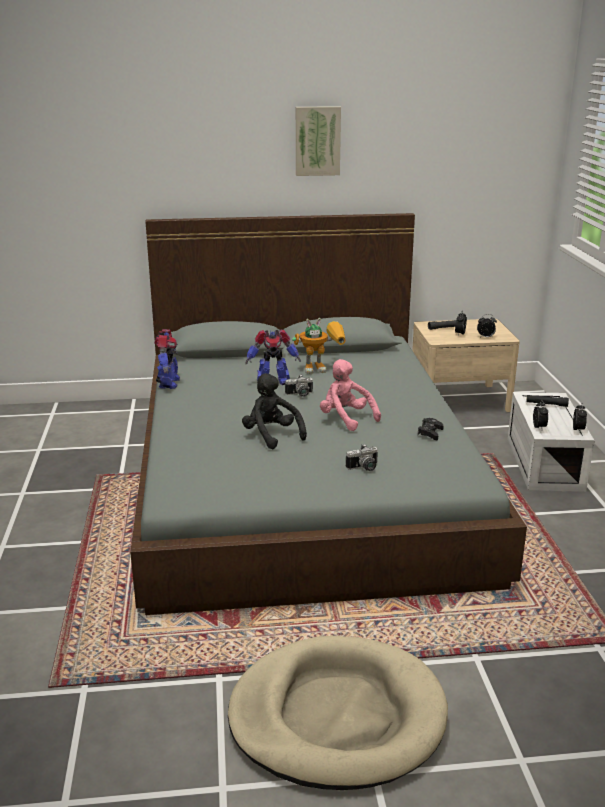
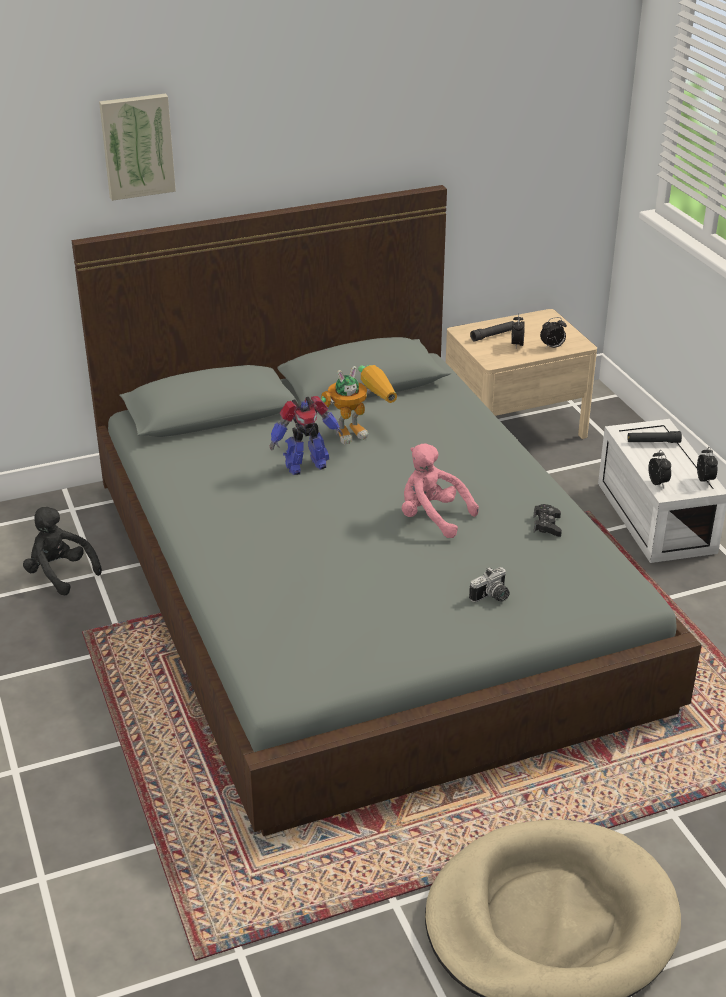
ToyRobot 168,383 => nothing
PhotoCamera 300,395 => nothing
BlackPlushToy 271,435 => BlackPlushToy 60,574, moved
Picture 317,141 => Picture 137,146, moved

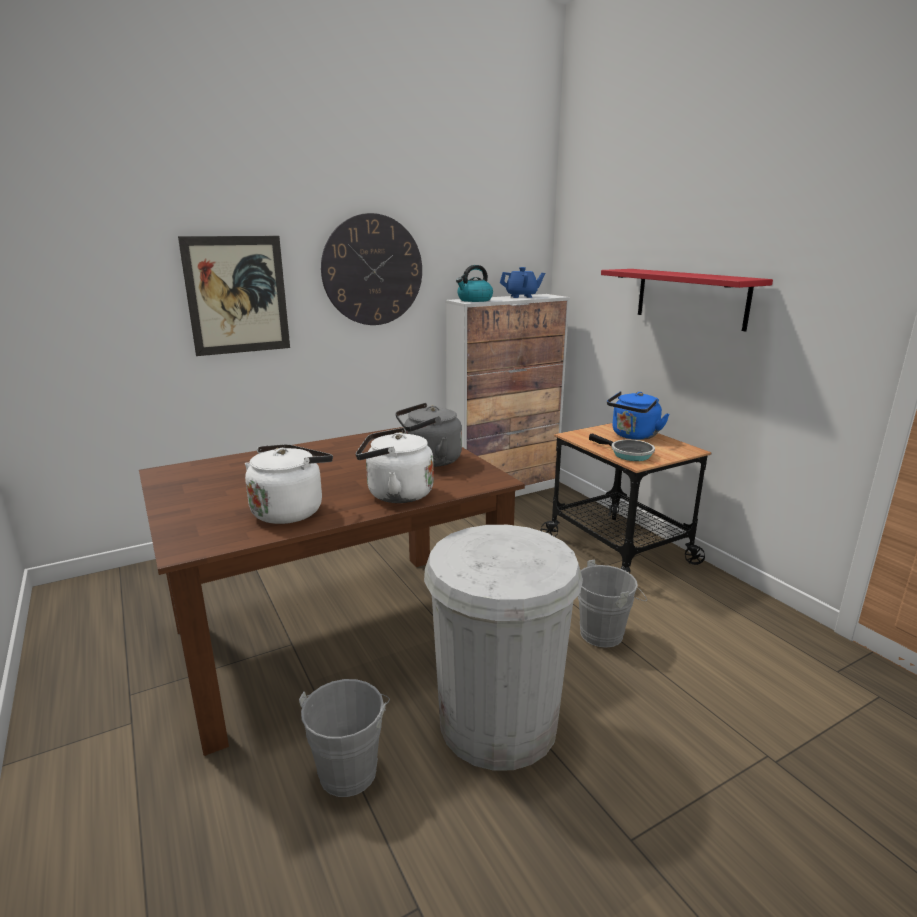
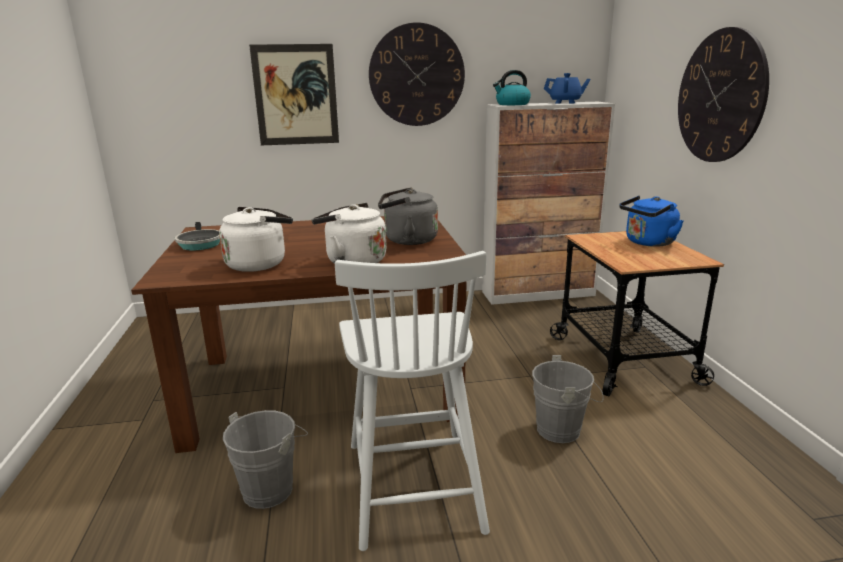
FryingPan 628,454 => FryingPan 199,243, moved
WhiteTrashCan 498,722 => WhiteChair 413,482
RedShelf 690,298 => WallClock 720,96

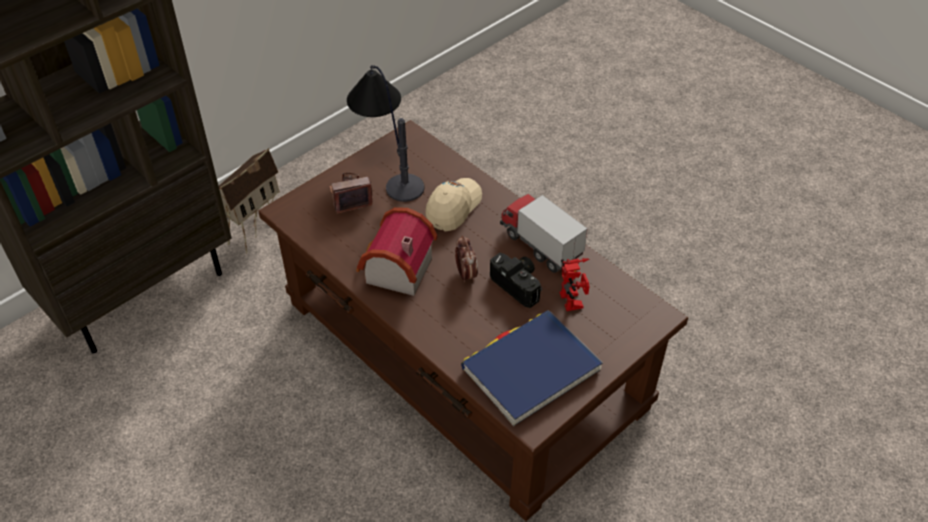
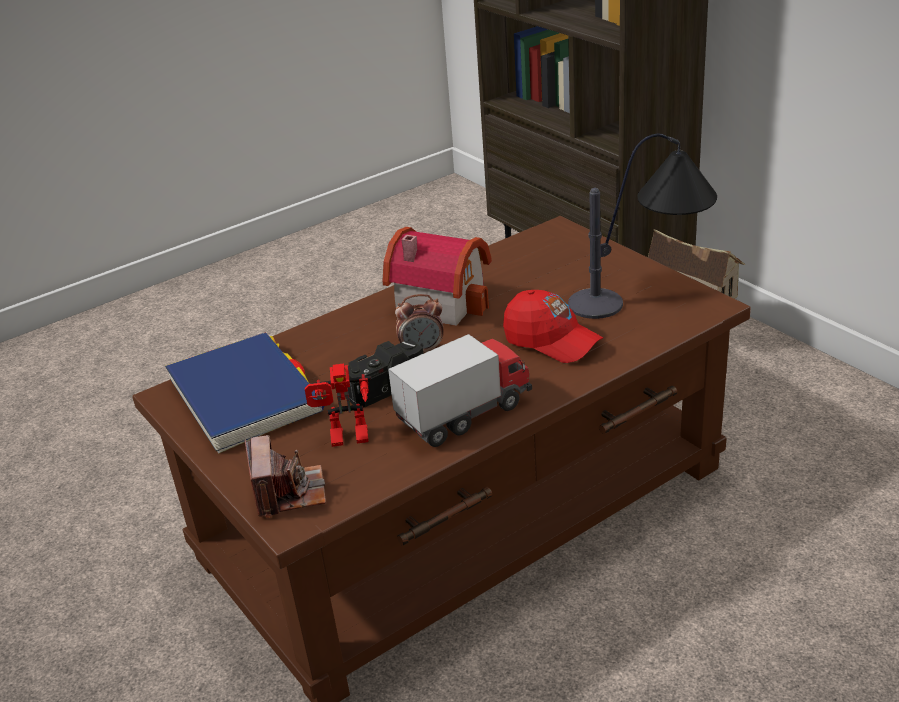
PhotoCamera 350,198 => PhotoCamera 288,492, moved
BeigeCap 453,208 => RedCap 551,341

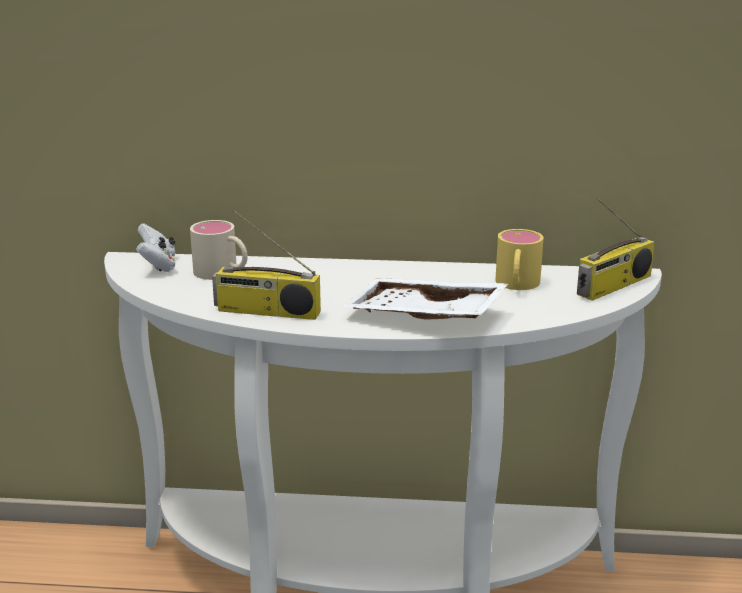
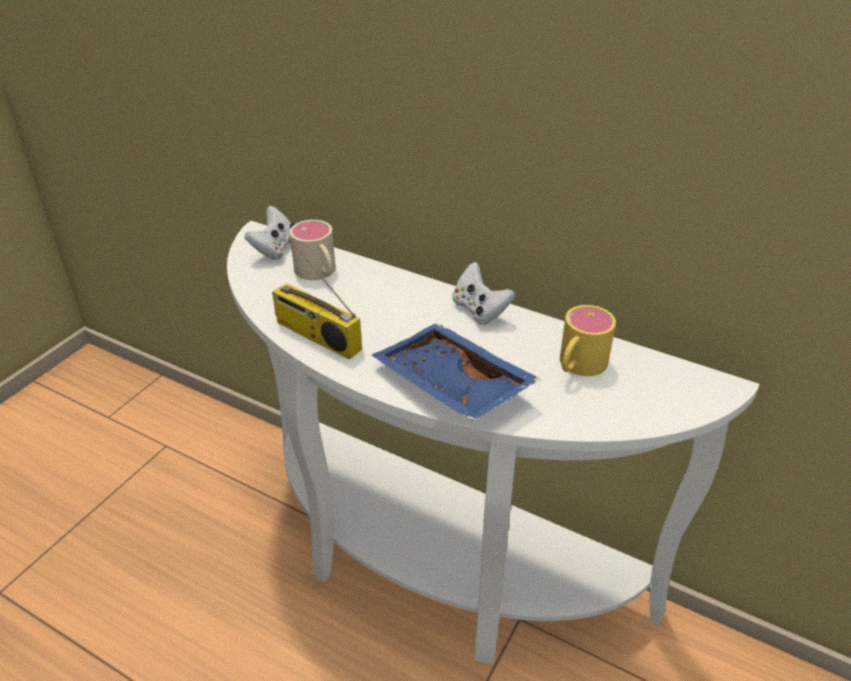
Radio 614,286 => nothing
nothing => WhiteGameController 479,310
WhiteTray 423,317 => BlueTray 449,386

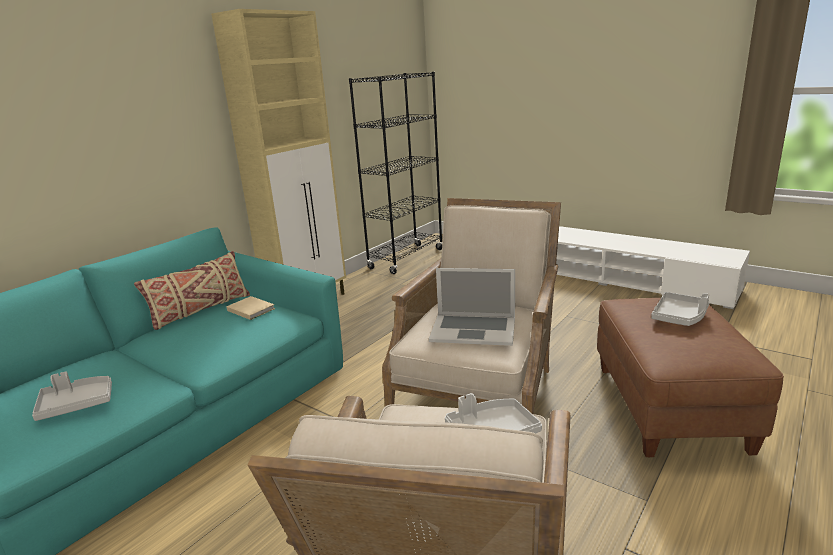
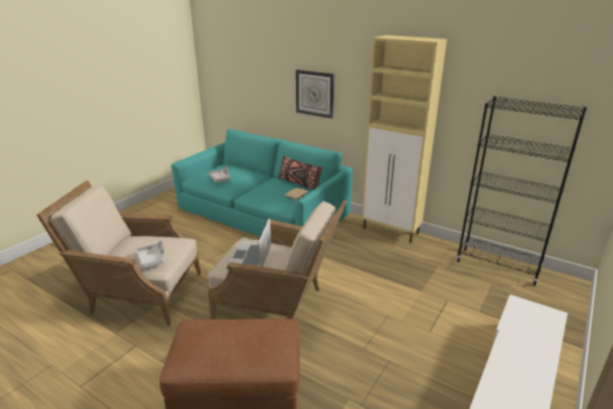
GreyTray 679,317 => nothing
nothing => WallClock 315,93
BeigePillow 200,310 => BlackPillow 299,184

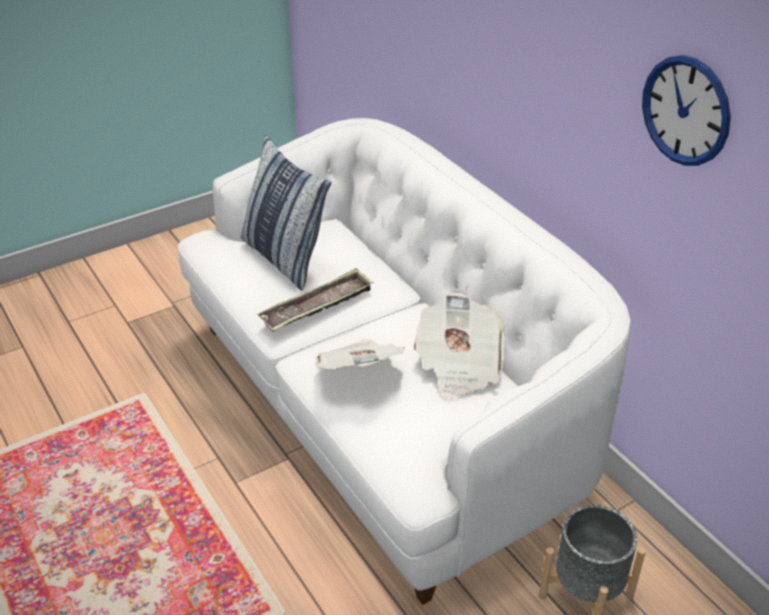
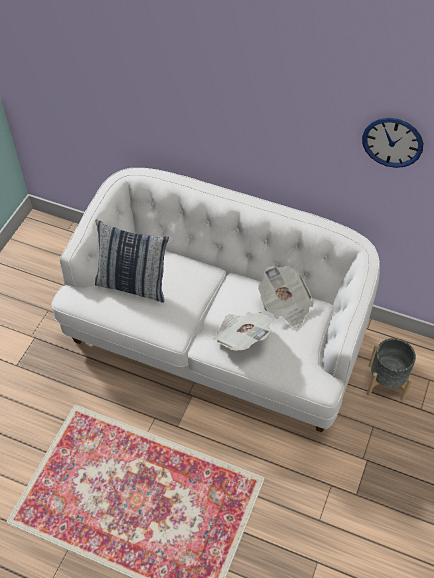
Tray 317,306 => nothing

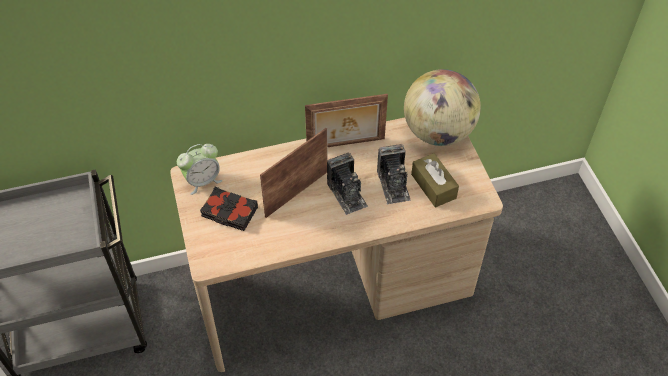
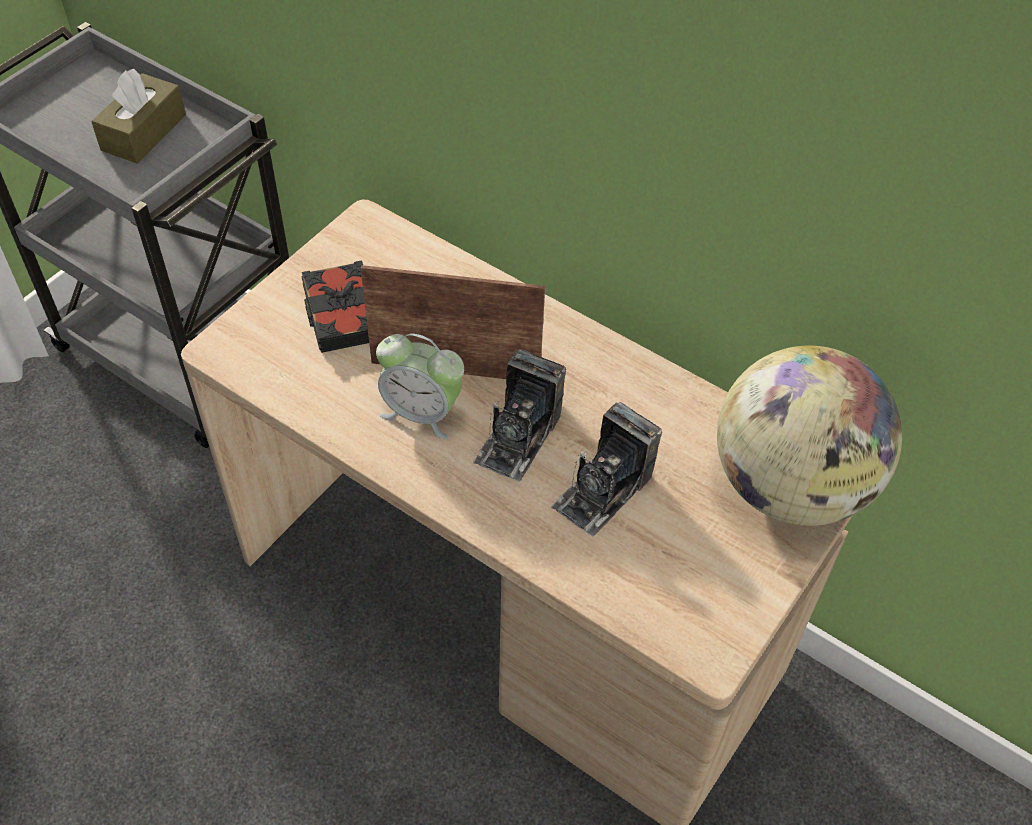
PictureFrame 346,145 => nothing
AlarmClock 202,181 => AlarmClock 422,412, moved
BrownTissueBox 433,186 => BrownTissueBox 144,132, moved

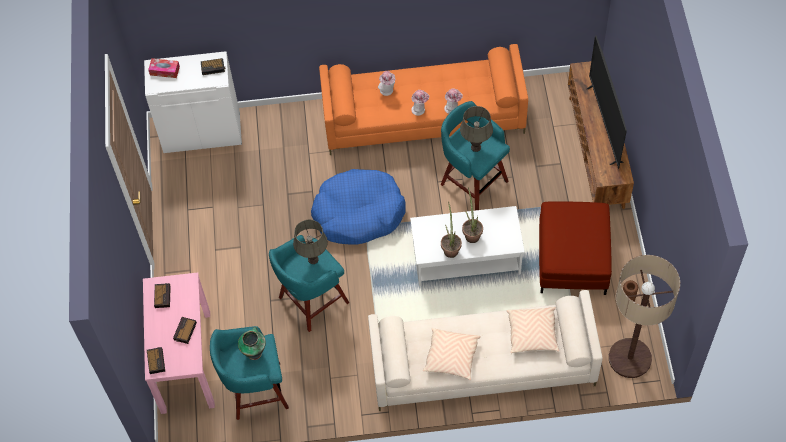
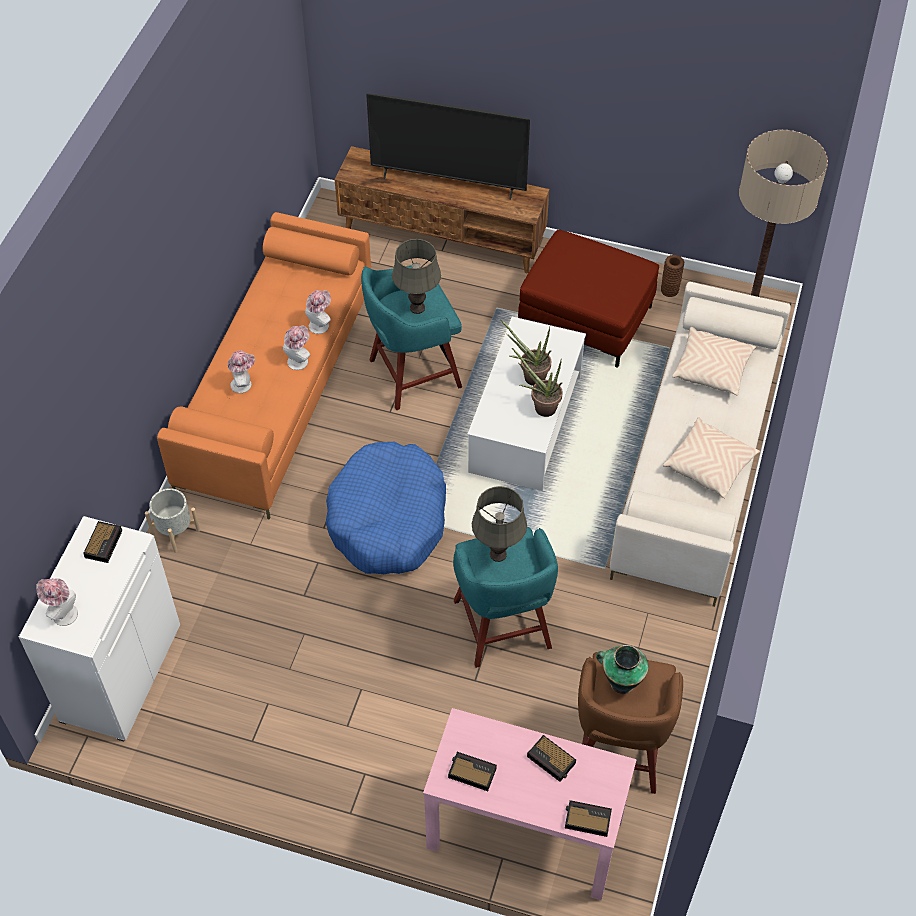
nothing => GreyPlanter 175,532
TissueBox 164,71 => Hat 62,613
TurquoiseStool 255,391 => BrownStool 618,751

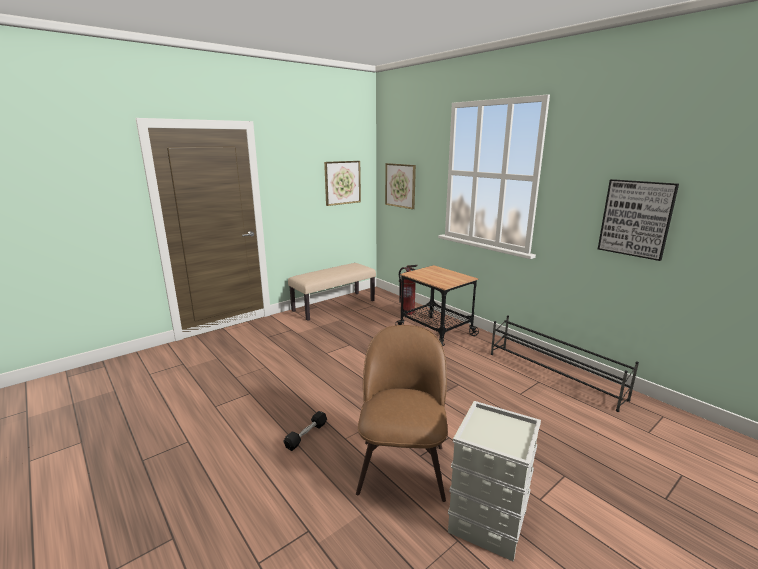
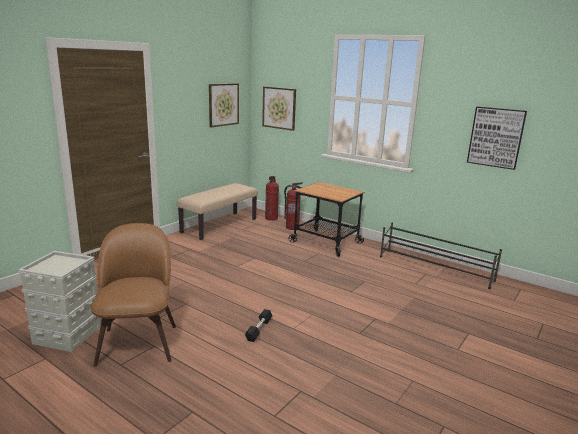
nothing => FireExtinguisher 271,218
BrownChair 402,465 => BrownChair 138,342, moved
GreyStorageBox 487,520 => GreyStorageBox 67,335, moved

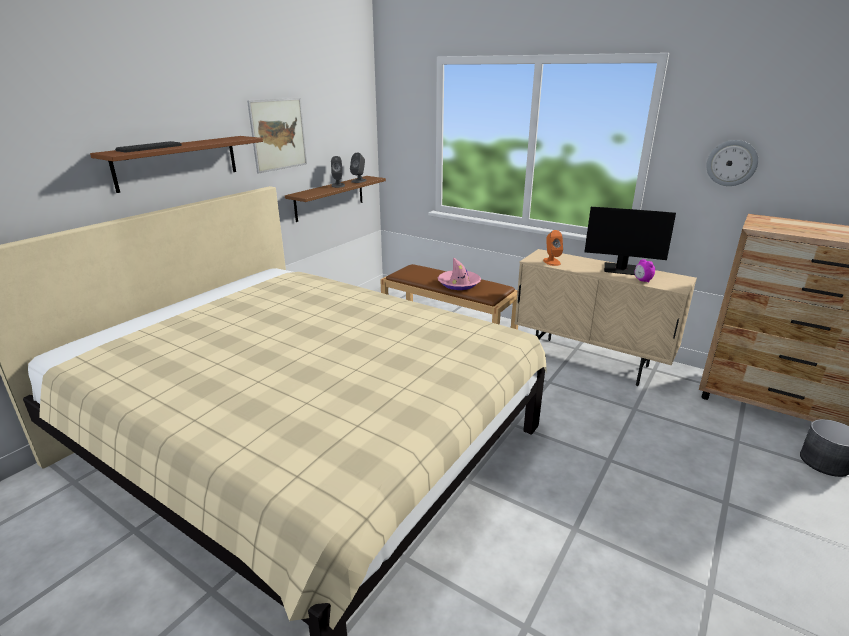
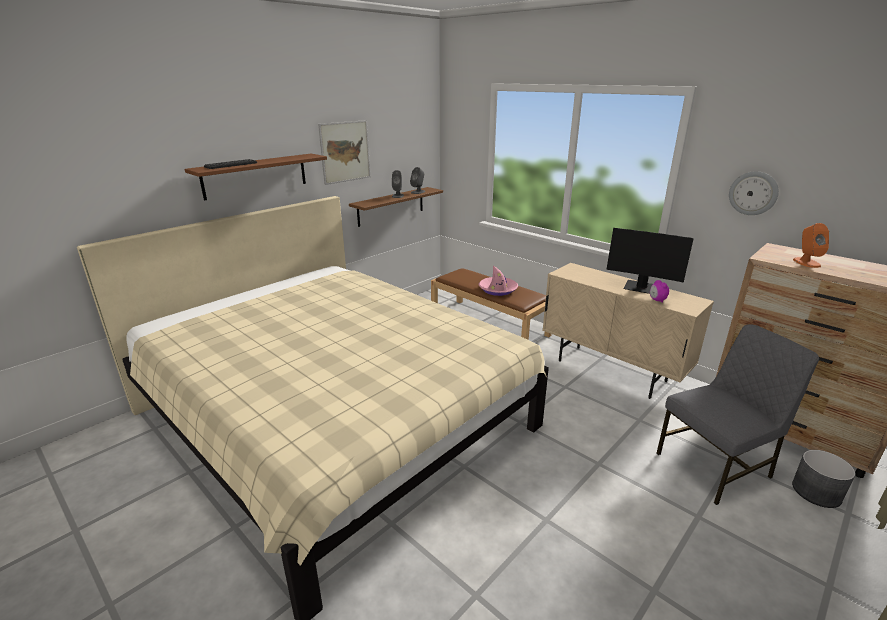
nothing => GreyChair 715,466
OrangeSpeaker 551,262 => OrangeSpeaker 806,262, moved

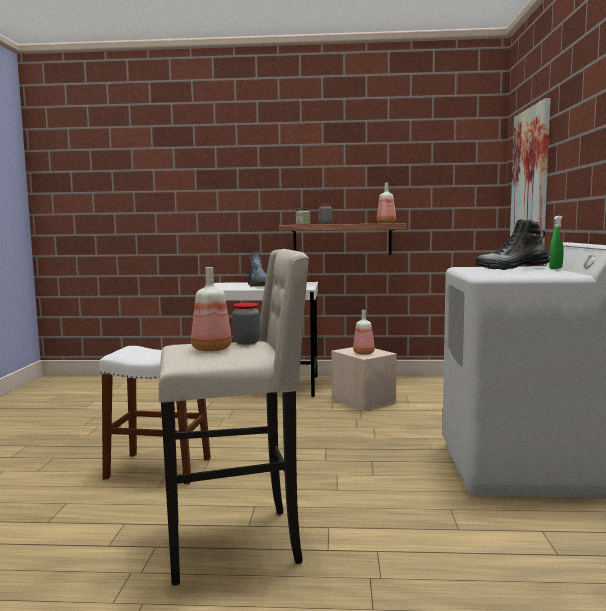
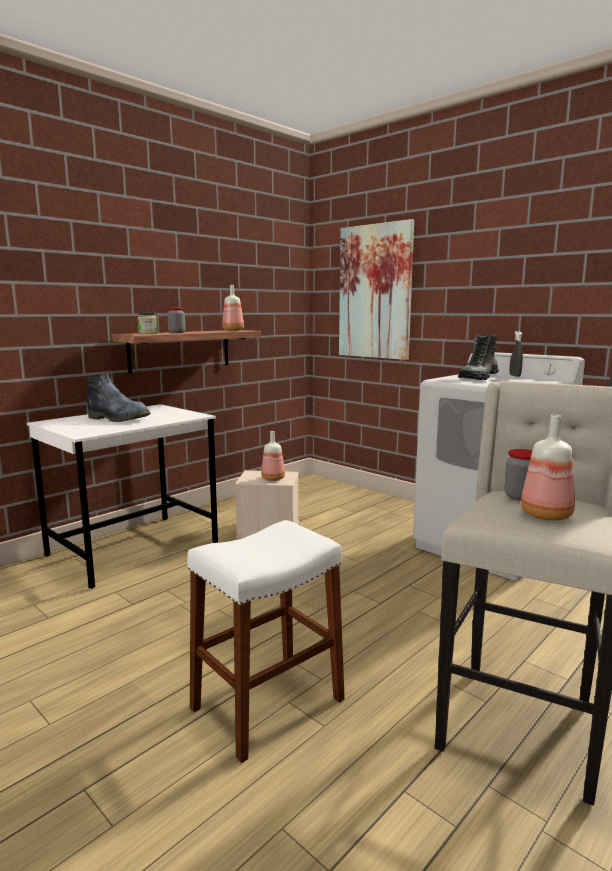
GreenSprayBottle 555,268 => GreySprayBottle 514,376

